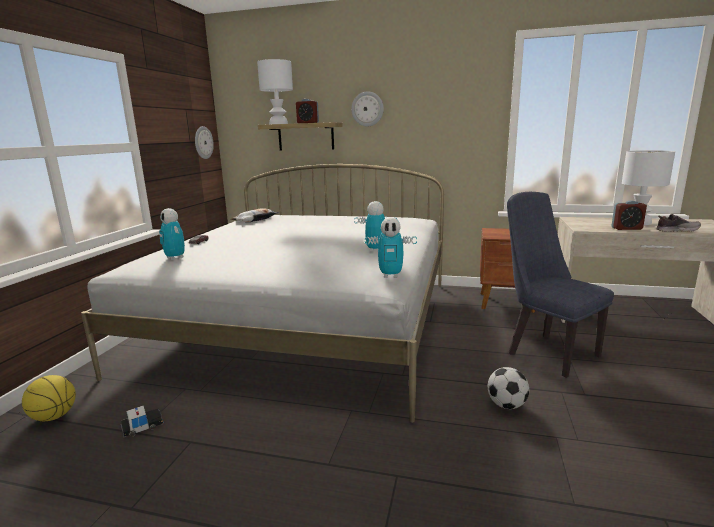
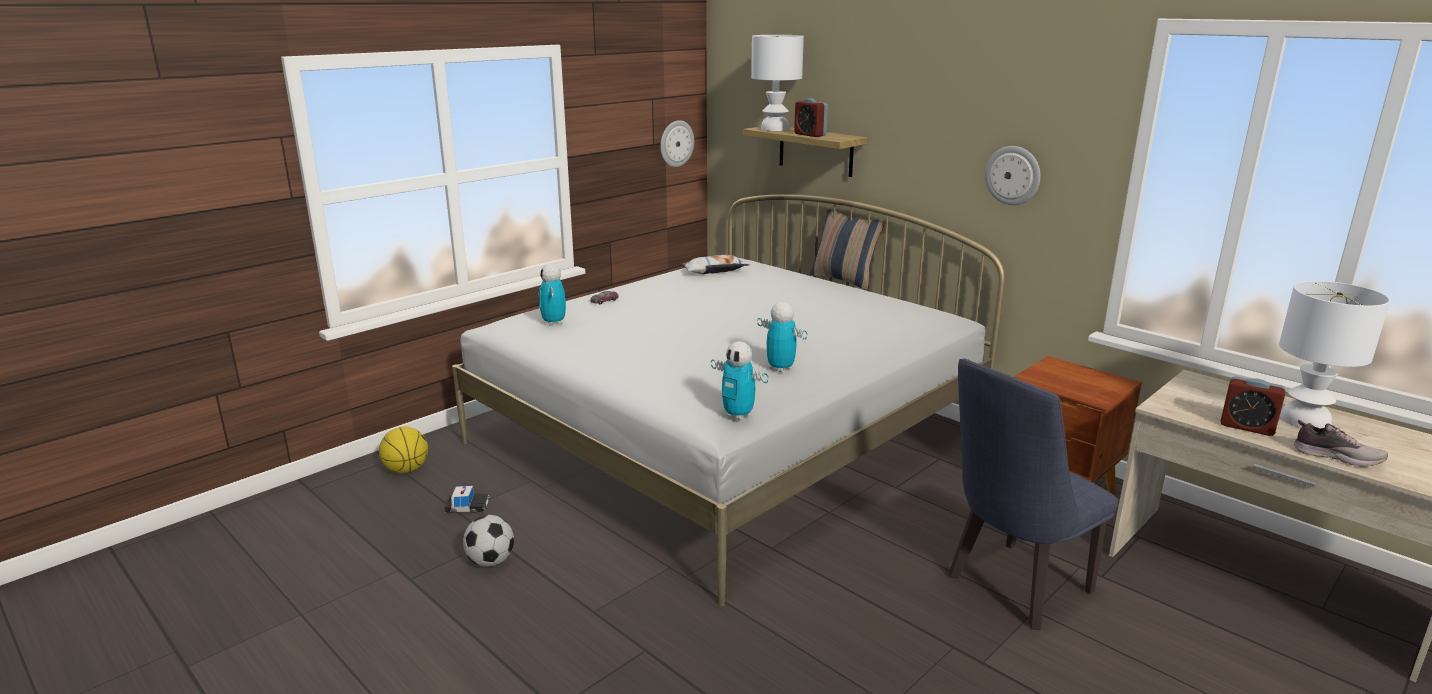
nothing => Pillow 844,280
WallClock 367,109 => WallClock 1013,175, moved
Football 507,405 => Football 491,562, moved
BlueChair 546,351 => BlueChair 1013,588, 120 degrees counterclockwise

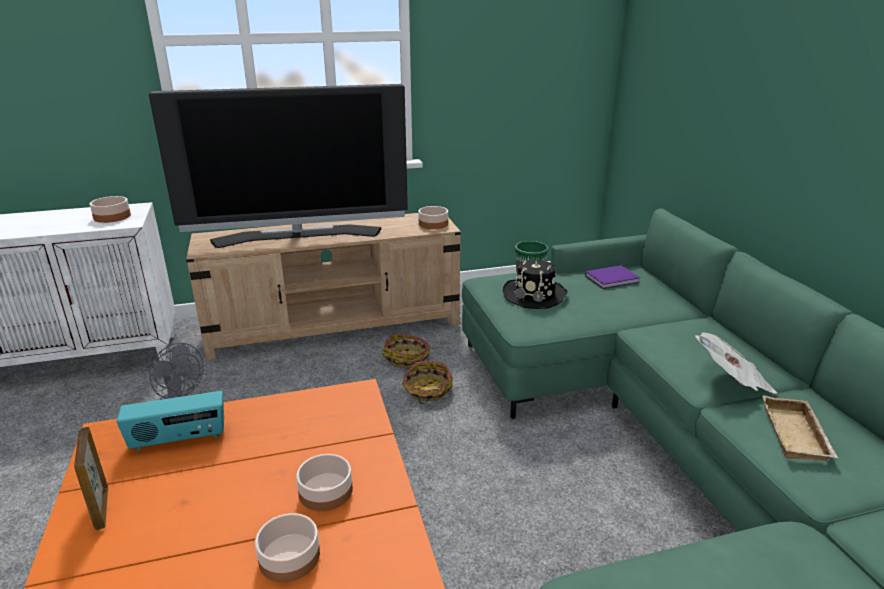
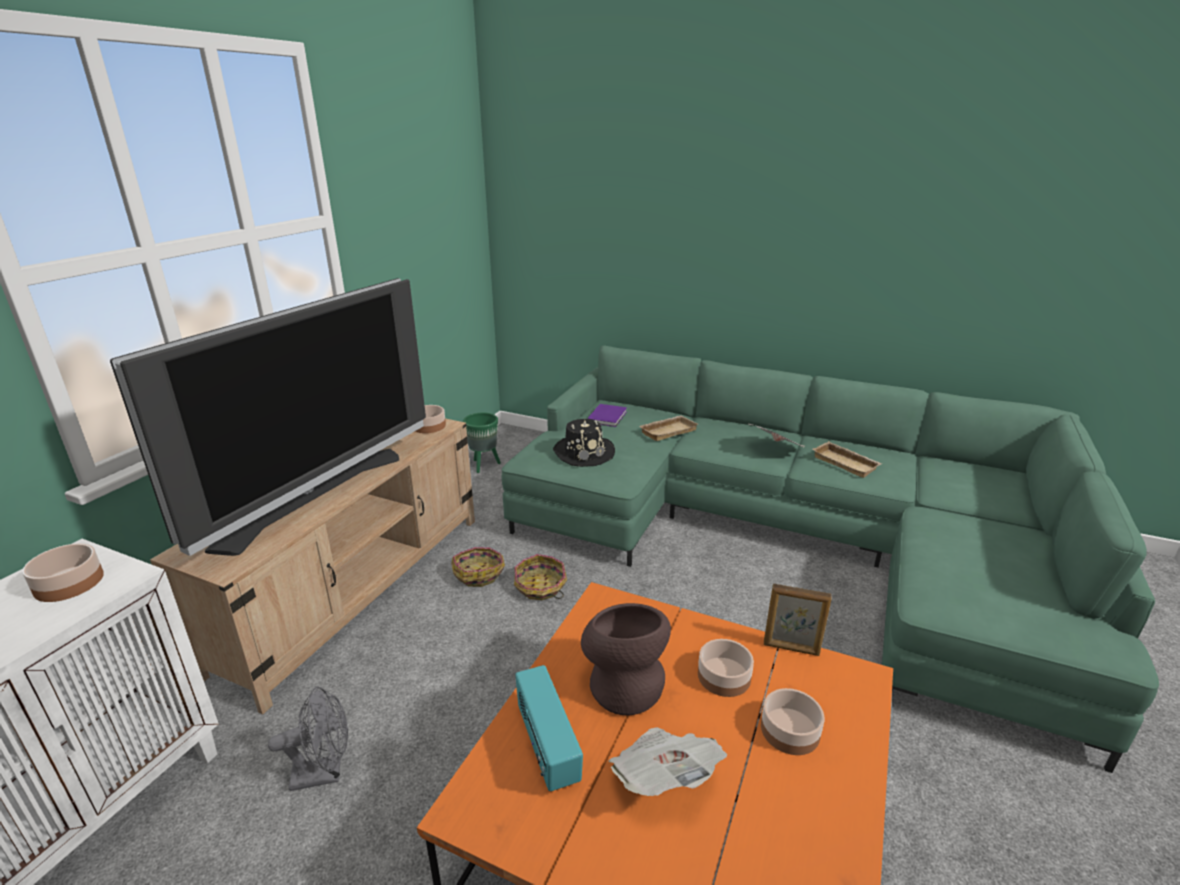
nothing => BrownVase 623,683
nothing => Newspaper 664,778
nothing => BeigeTray 668,431
PictureFrame 101,508 => PictureFrame 791,649, moved
Radio 179,439 => Radio 547,747, 135 degrees clockwise

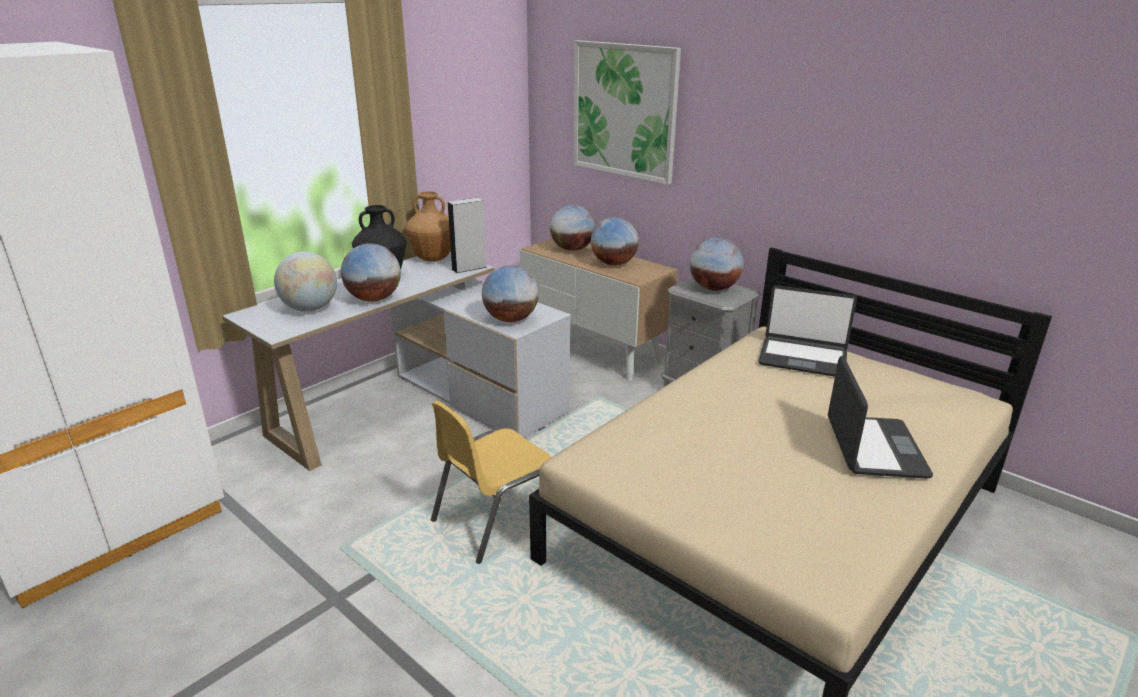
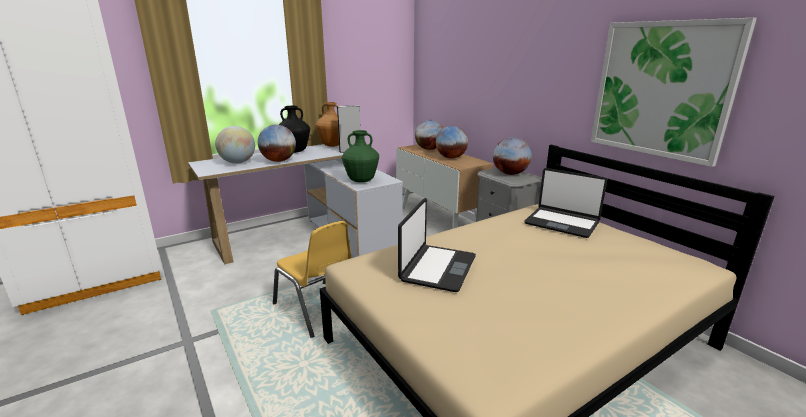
Picture 624,111 => Picture 661,90, moved
Laptop 874,448 => Laptop 437,268, moved
Globe 511,319 => GreenVase 361,181
YellowChair 497,518 => YellowChair 318,308, 105 degrees counterclockwise

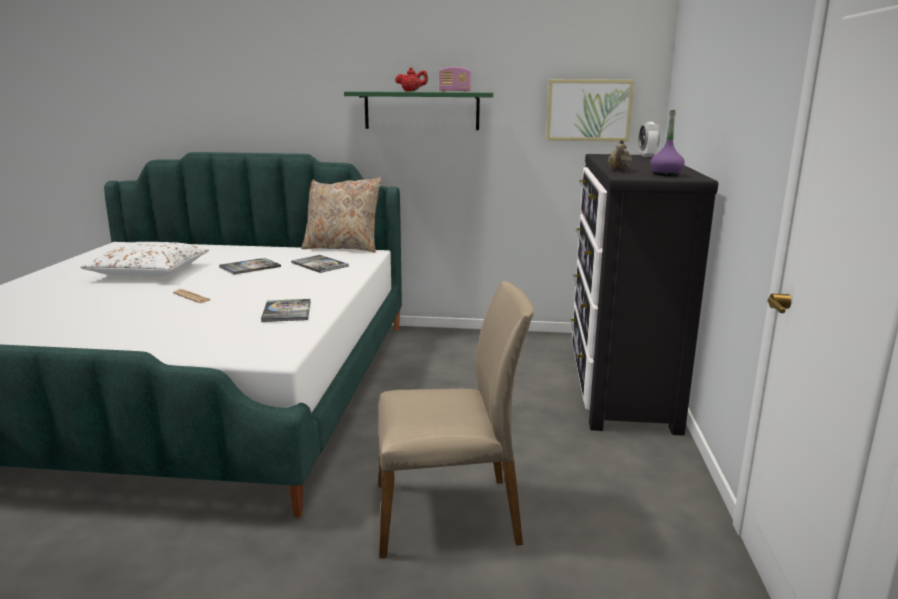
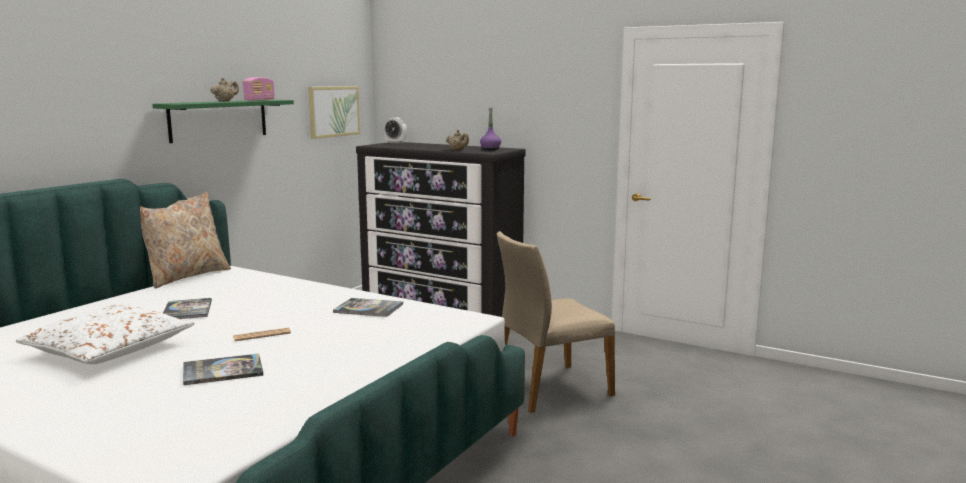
Book 320,265 => Book 223,370, moved
RedTeapot 411,91 => BeigeTeapot 225,101
BeigeChair 448,513 => BeigeChair 550,388, 135 degrees counterclockwise

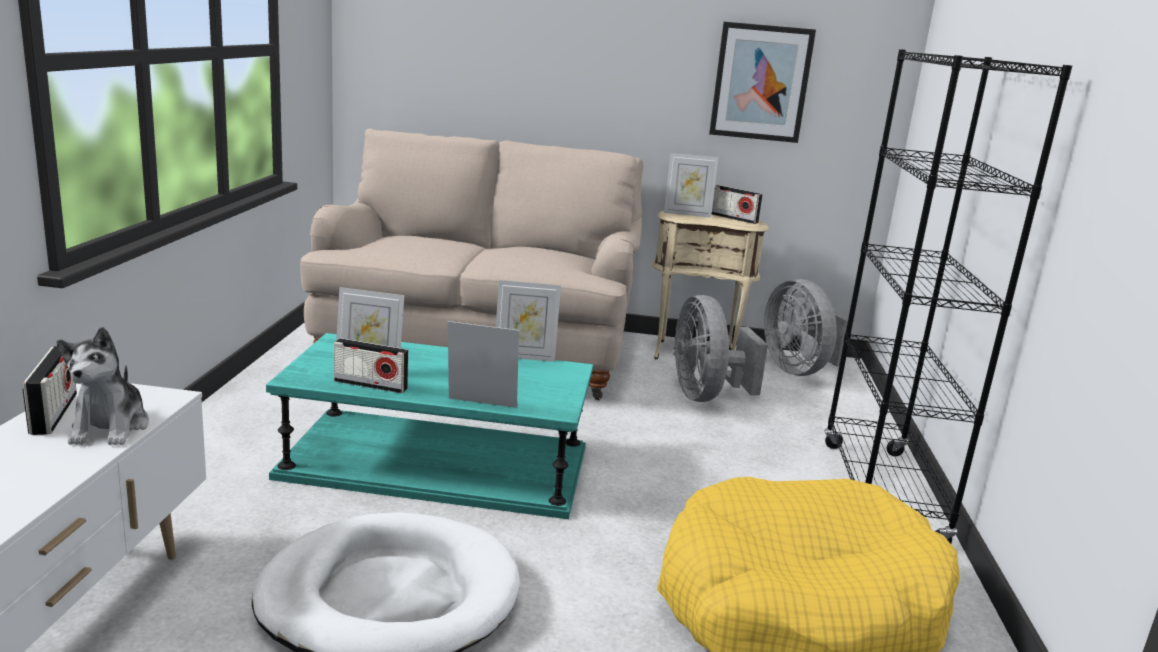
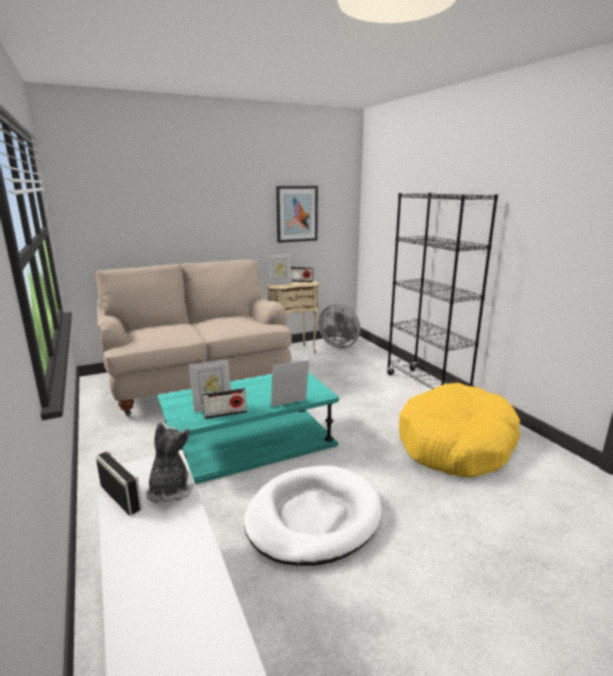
PictureFrame 524,356 => nothing
GreyFan 705,395 => nothing
PlushToy 110,428 => PlushToy 170,490, 150 degrees counterclockwise

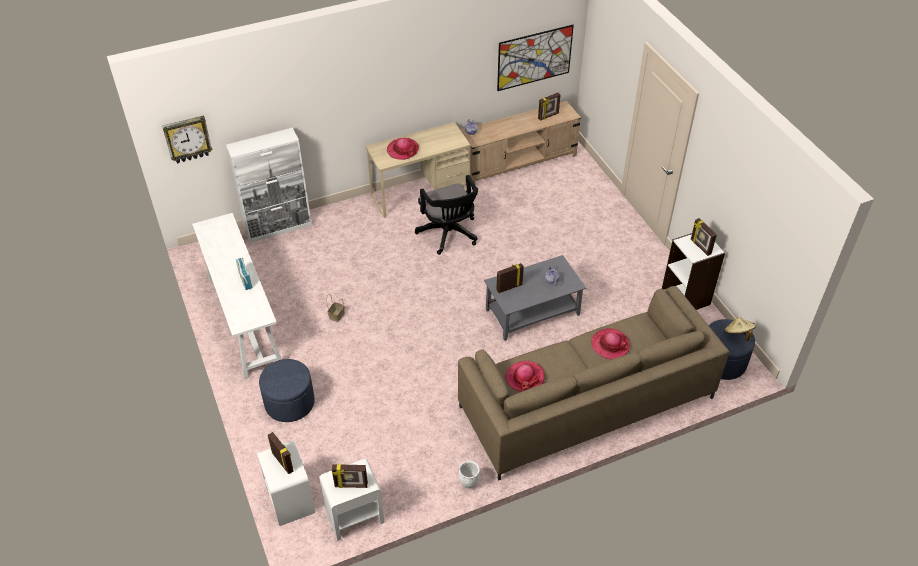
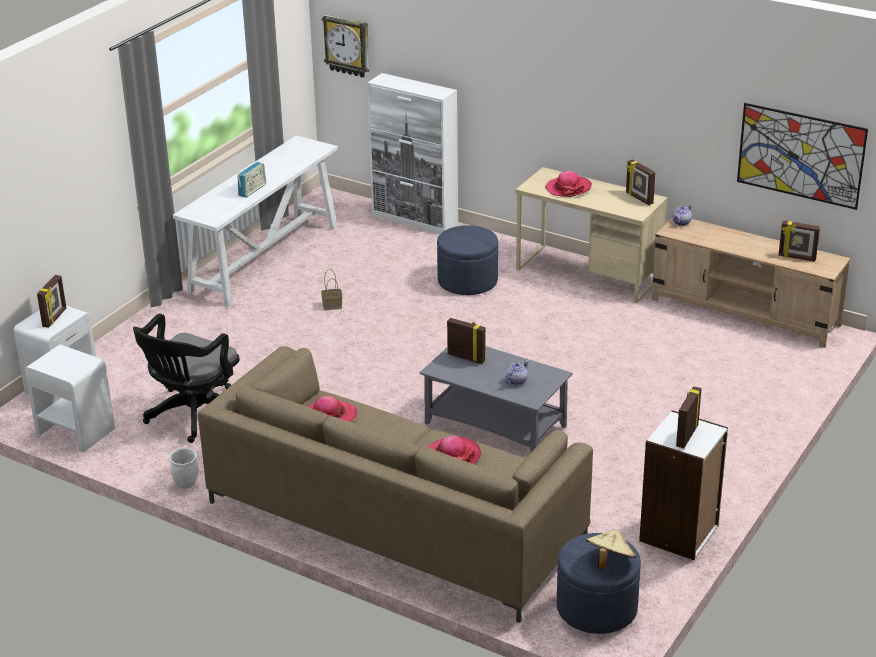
BlueOttoman 289,402 => BlueOttoman 467,281, moved
PictureFrame 351,485 => PictureFrame 639,198, moved
BlackOfficeChair 449,235 => BlackOfficeChair 192,416, moved

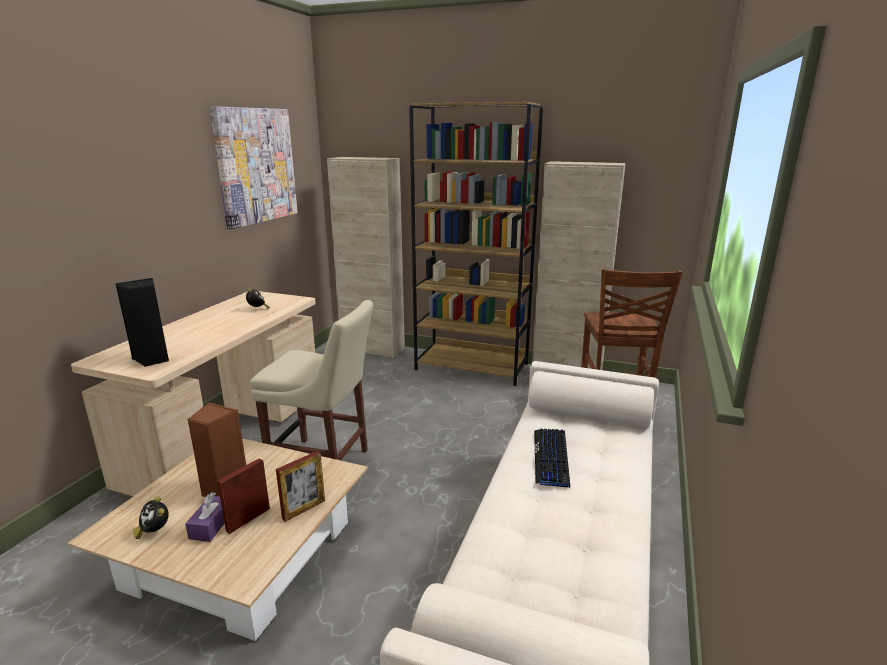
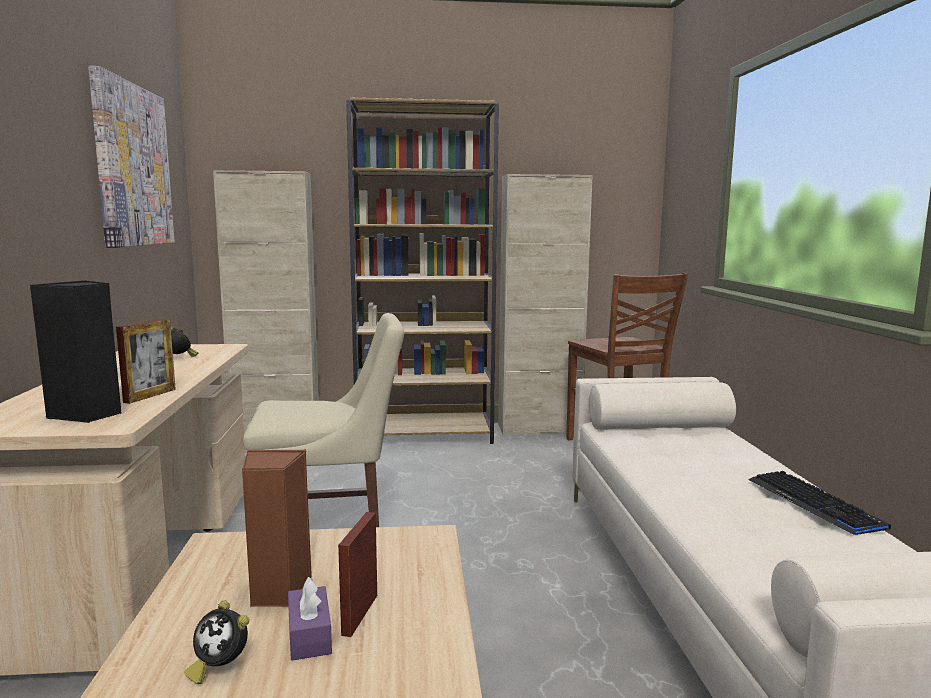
PictureFrame 304,509 => PictureFrame 150,396, moved
Keyboard 551,457 => Keyboard 814,503, moved

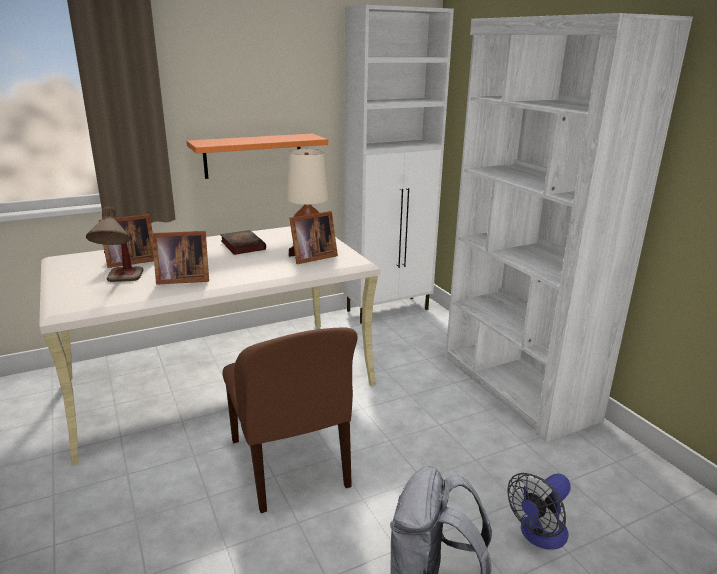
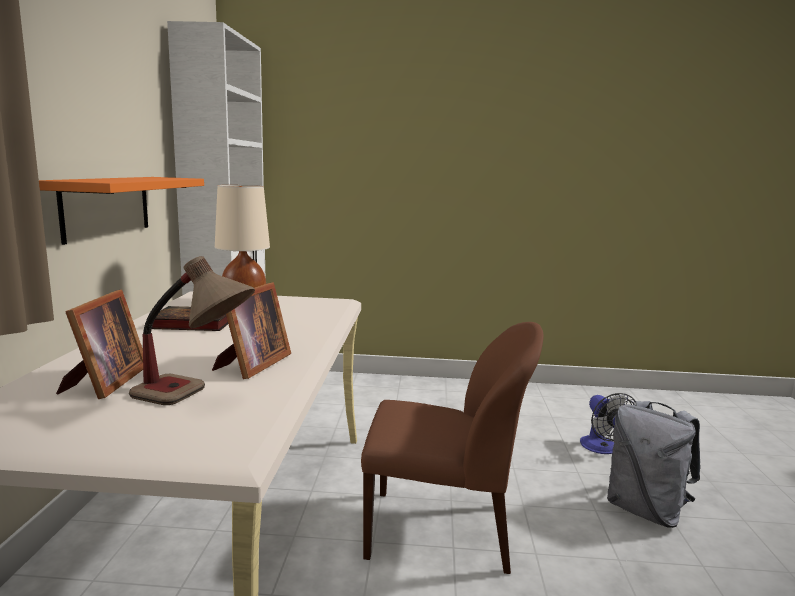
PictureFrame 310,257 => nothing
WhiteBookcase 516,387 => nothing

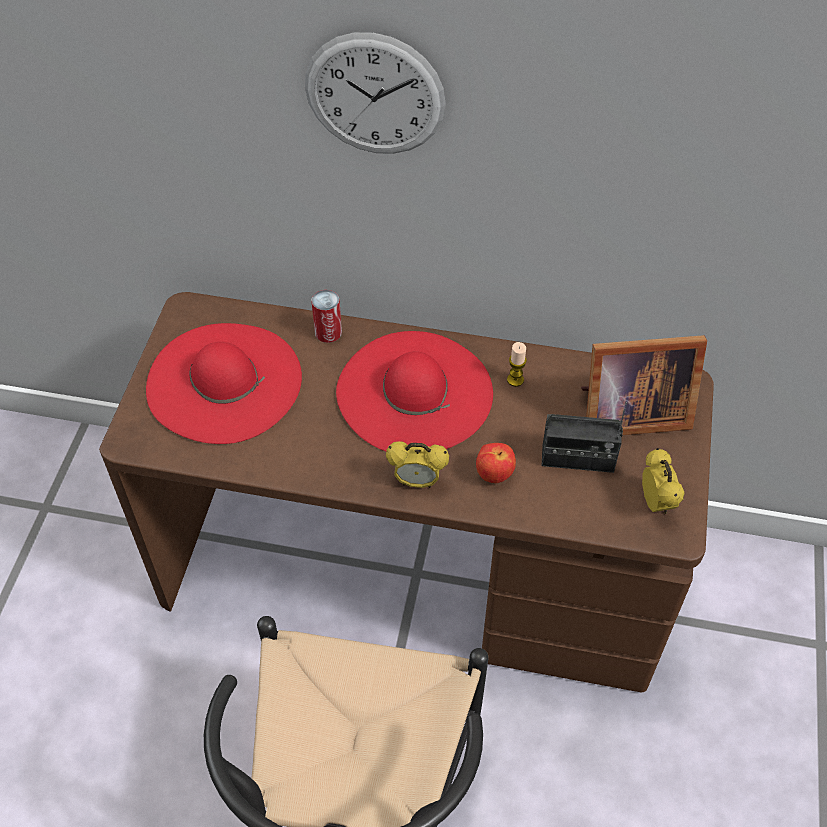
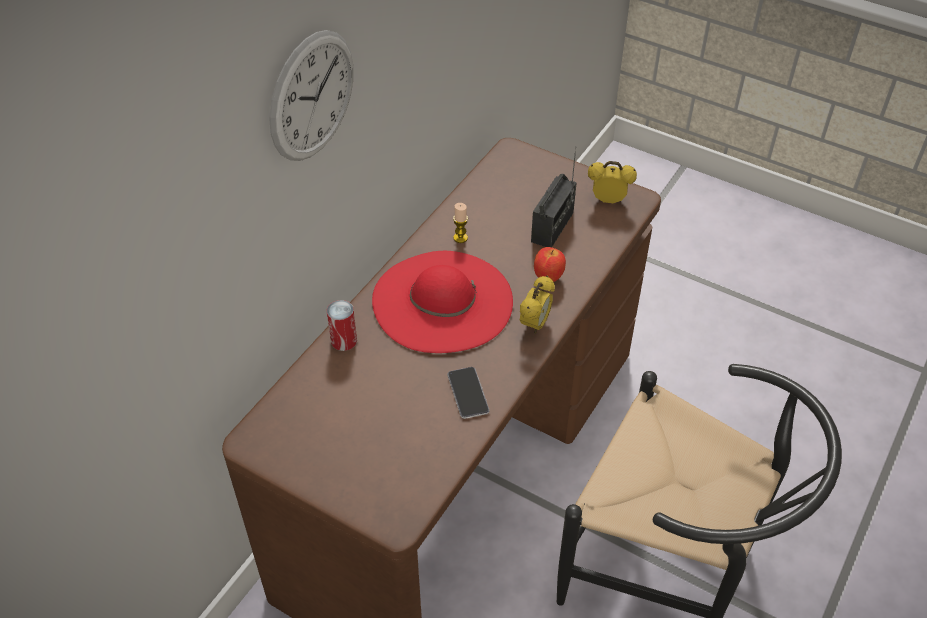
RedHat 224,382 => nothing
PictureFrame 628,413 => nothing
nothing => Phone 468,393

